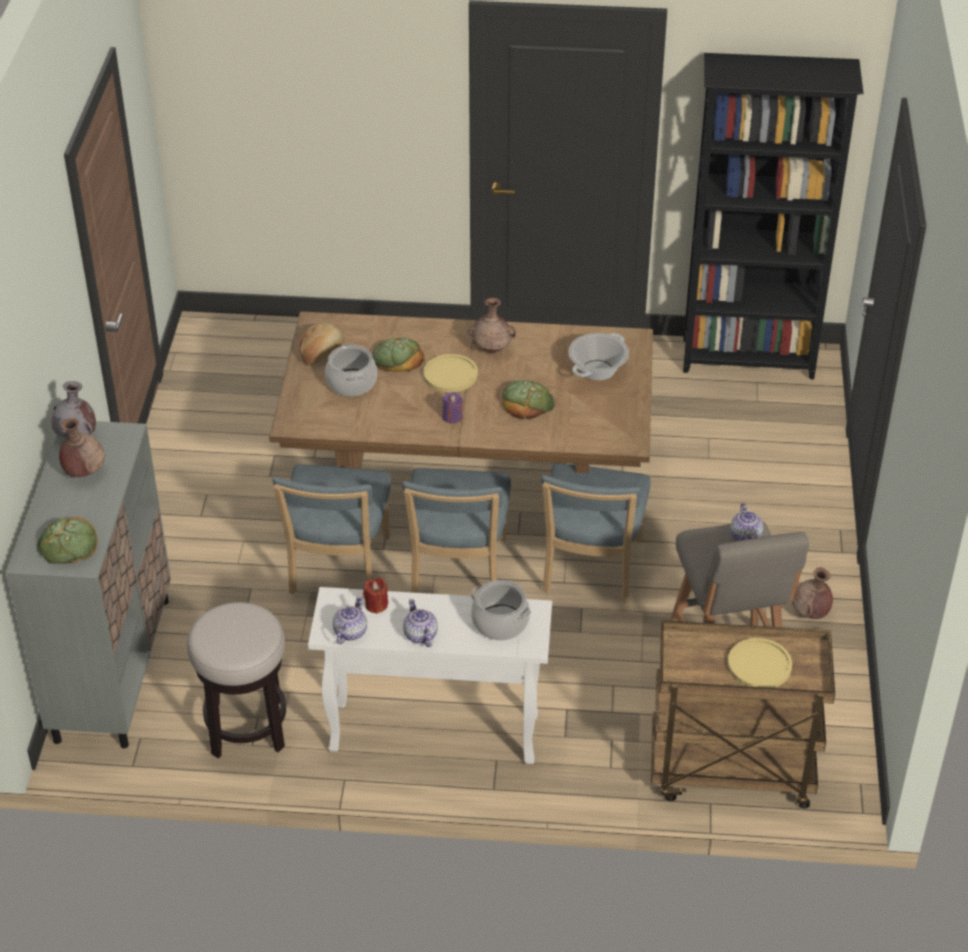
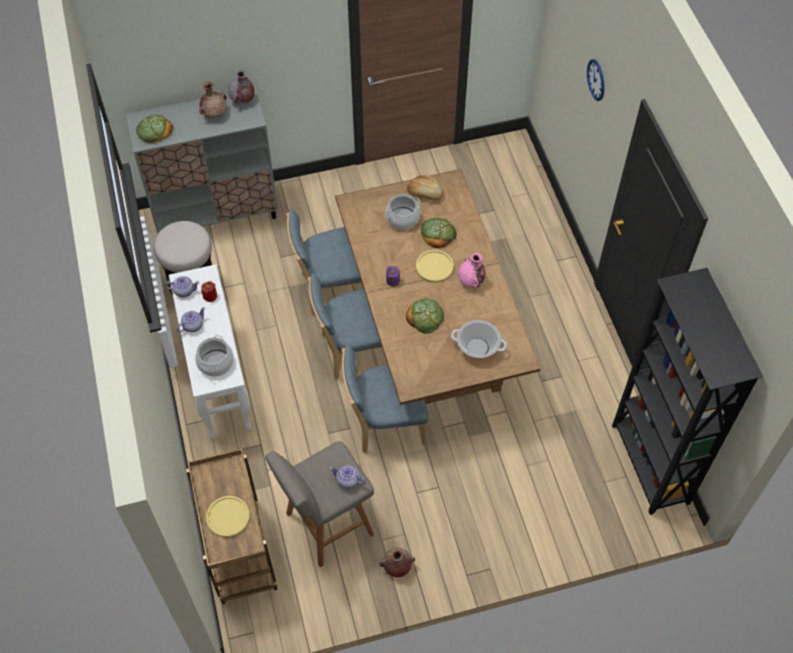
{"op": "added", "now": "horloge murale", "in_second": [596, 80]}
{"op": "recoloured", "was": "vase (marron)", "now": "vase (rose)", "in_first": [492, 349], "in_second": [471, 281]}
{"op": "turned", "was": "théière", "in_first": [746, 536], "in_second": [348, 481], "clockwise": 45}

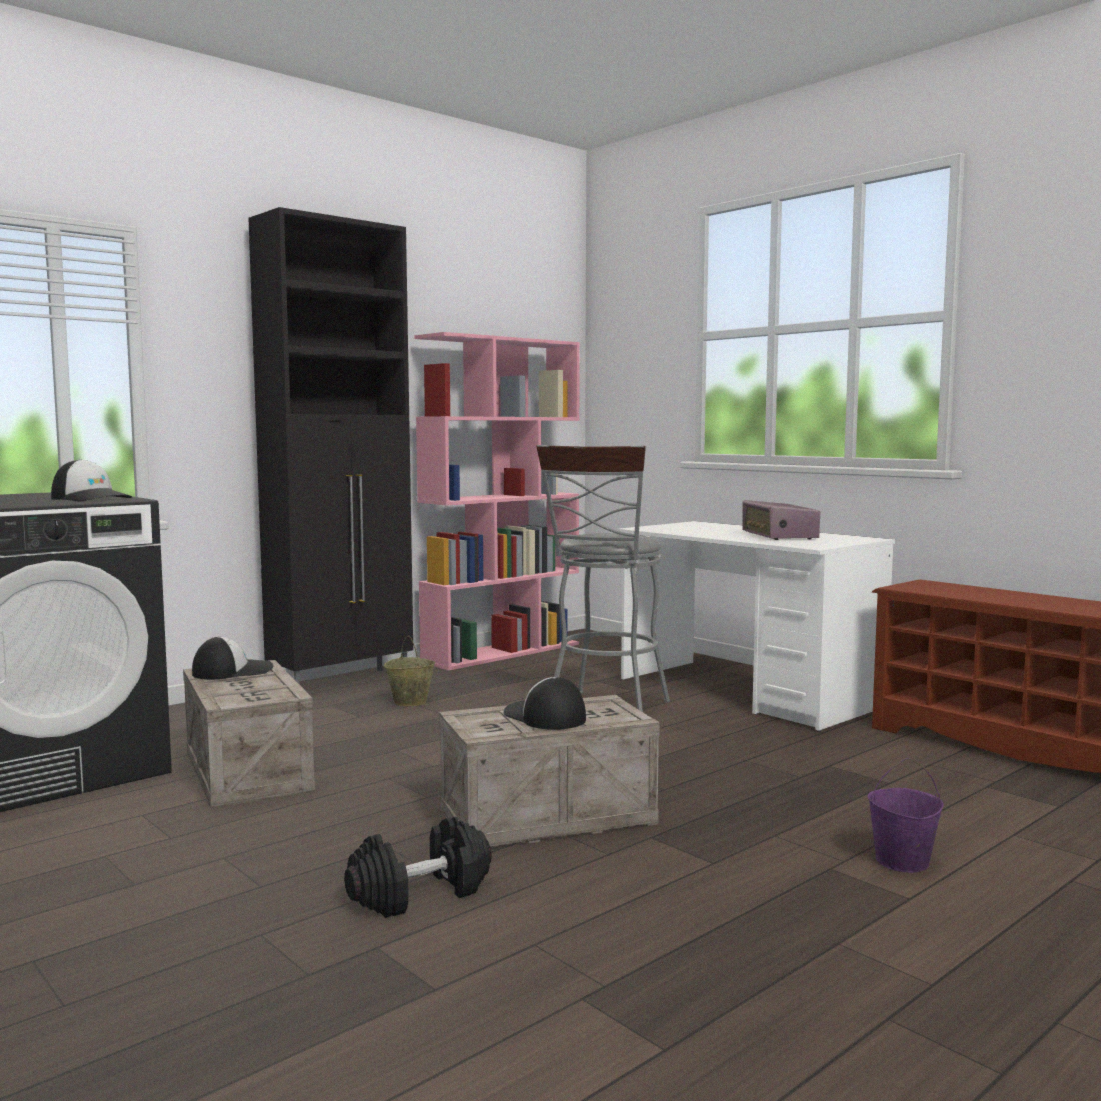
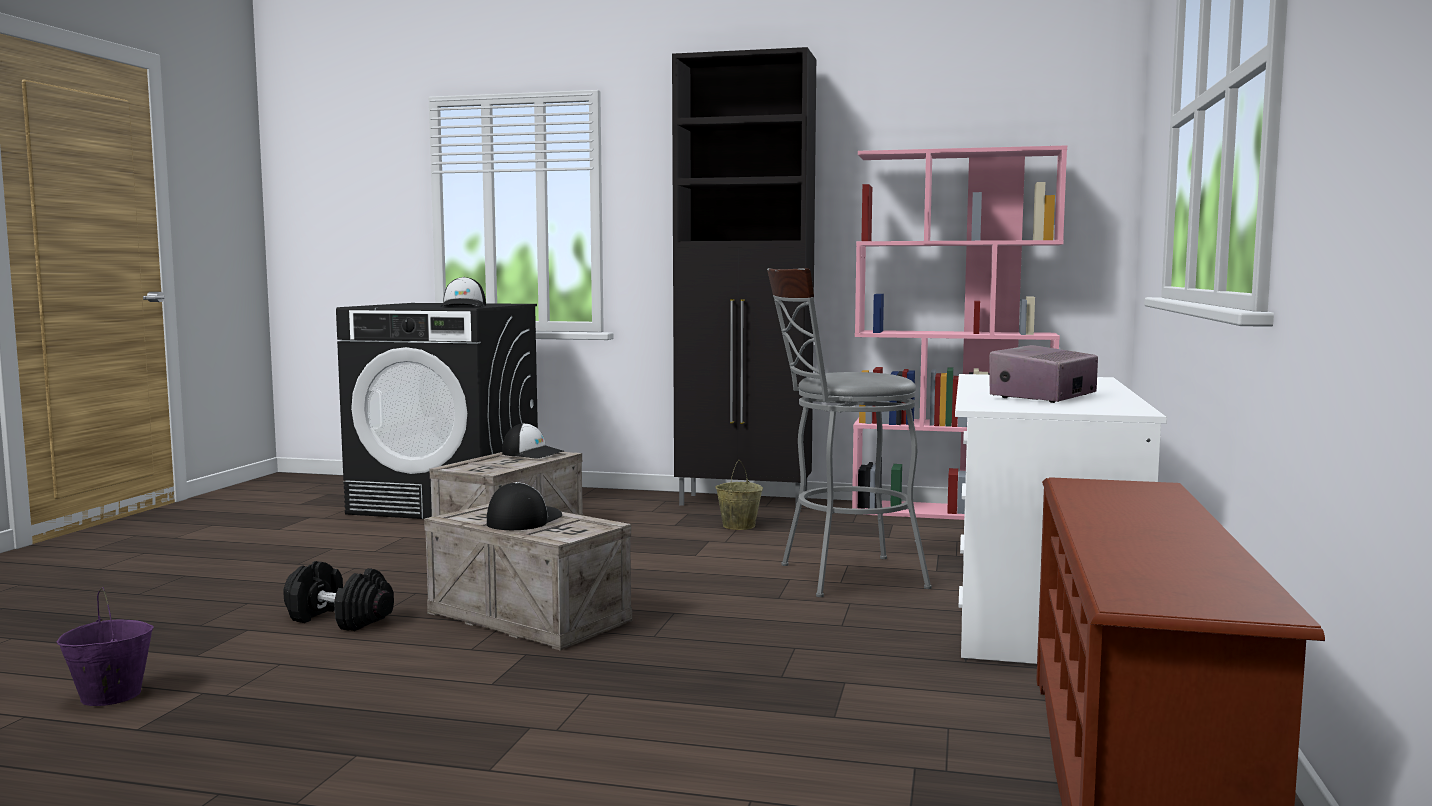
{"op": "moved", "was": "seau (violet)", "in_first": [902, 862], "in_second": [110, 696]}

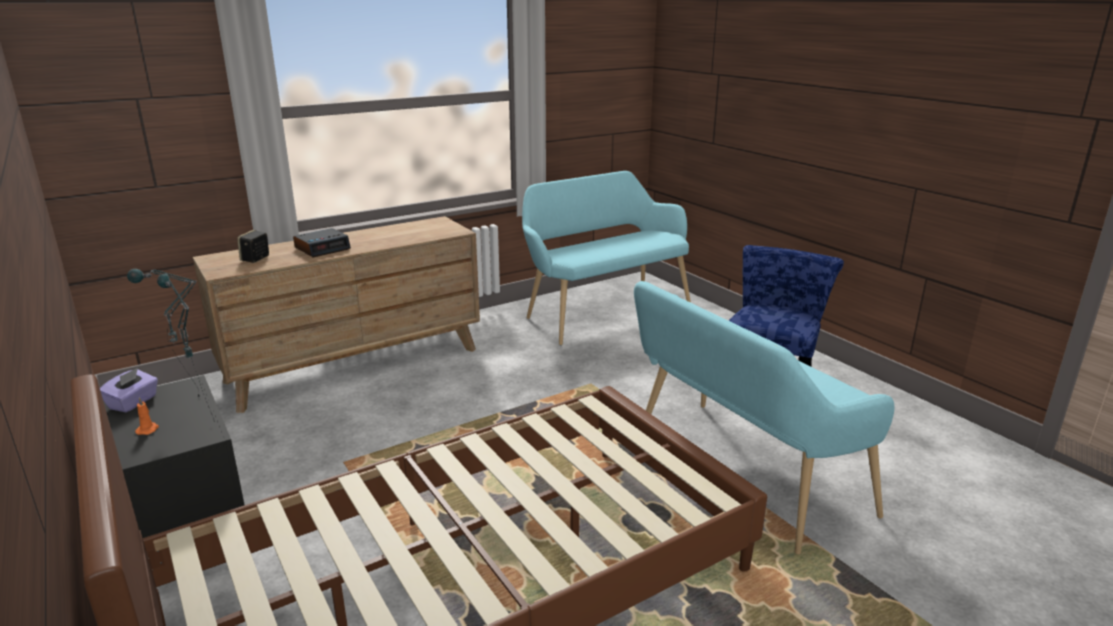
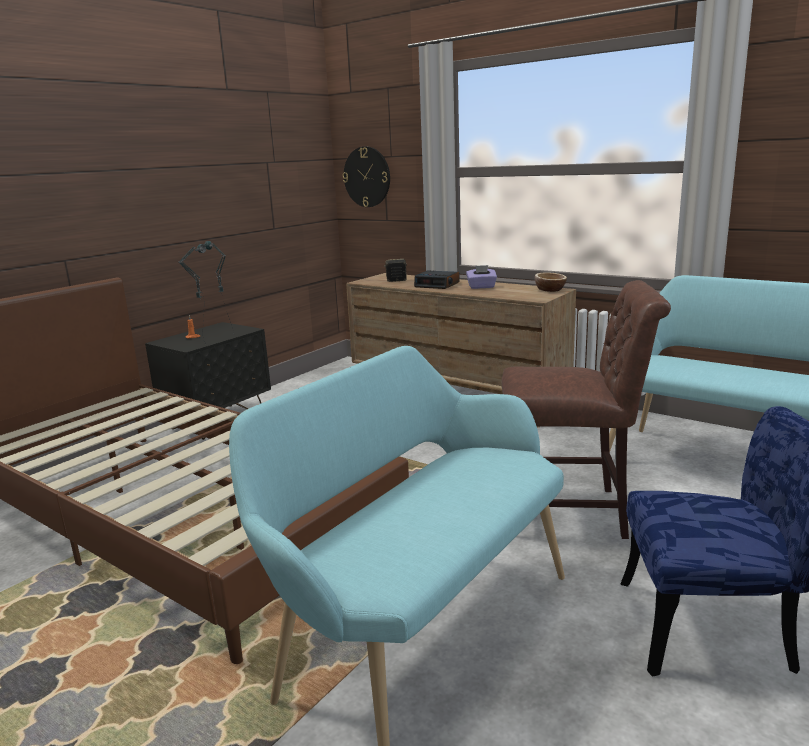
{"op": "added", "now": "horloge murale", "in_second": [367, 177]}
{"op": "added", "now": "chaise (marron)", "in_second": [571, 512]}
{"op": "added", "now": "bol", "in_second": [550, 290]}
{"op": "moved", "was": "boîte à mouchoirs (violet)", "in_first": [133, 402], "in_second": [481, 287]}

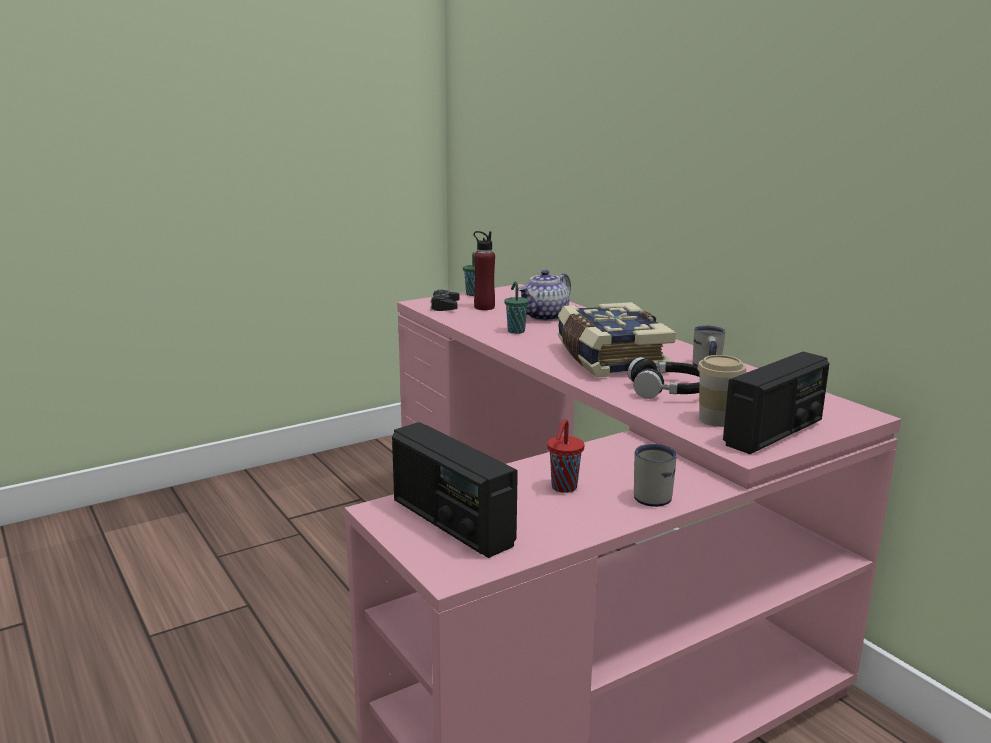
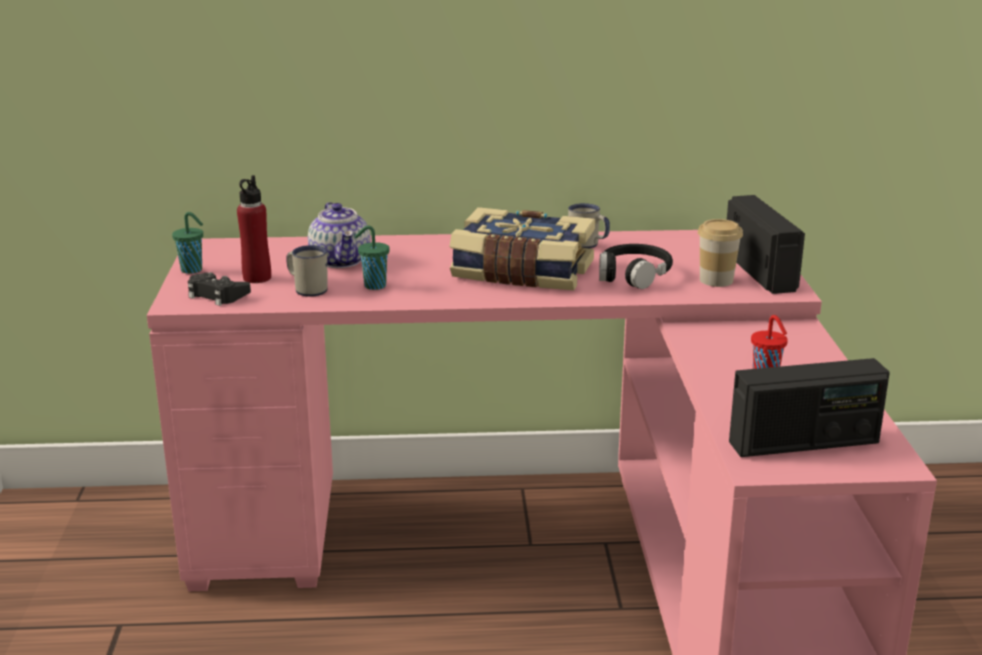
{"op": "moved", "was": "mug (blanc)", "in_first": [653, 495], "in_second": [307, 289]}

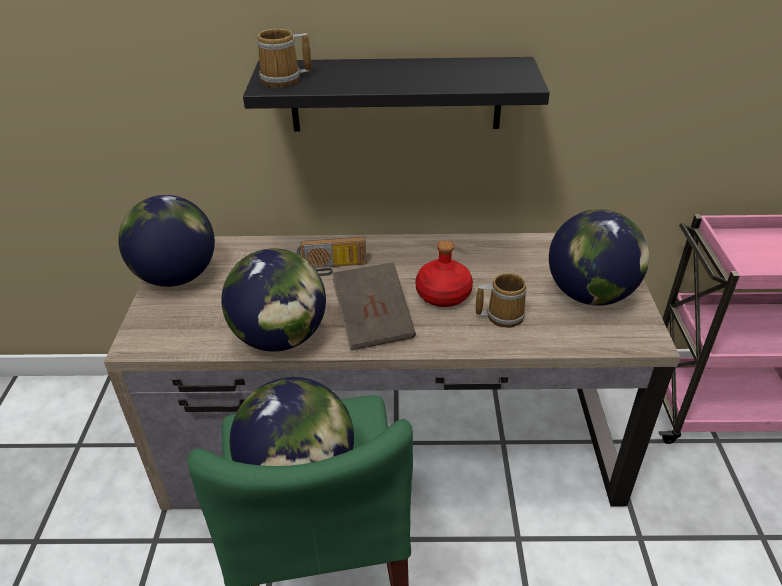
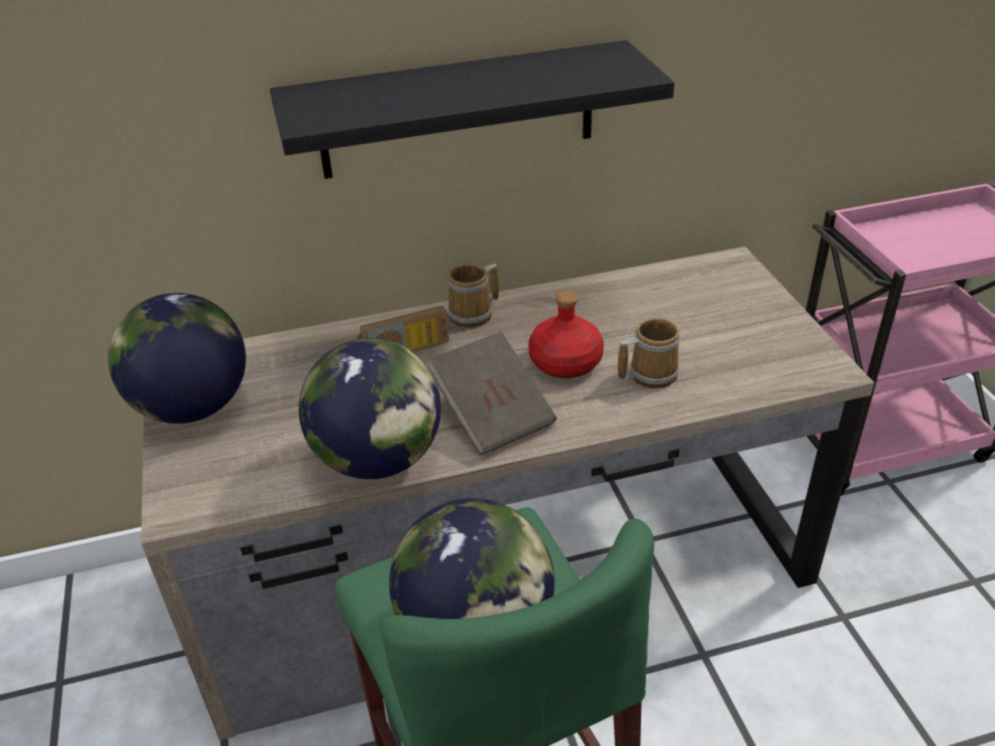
{"op": "removed", "was": "globe", "in_first": [590, 294]}
{"op": "moved", "was": "mug", "in_first": [284, 80], "in_second": [474, 314]}

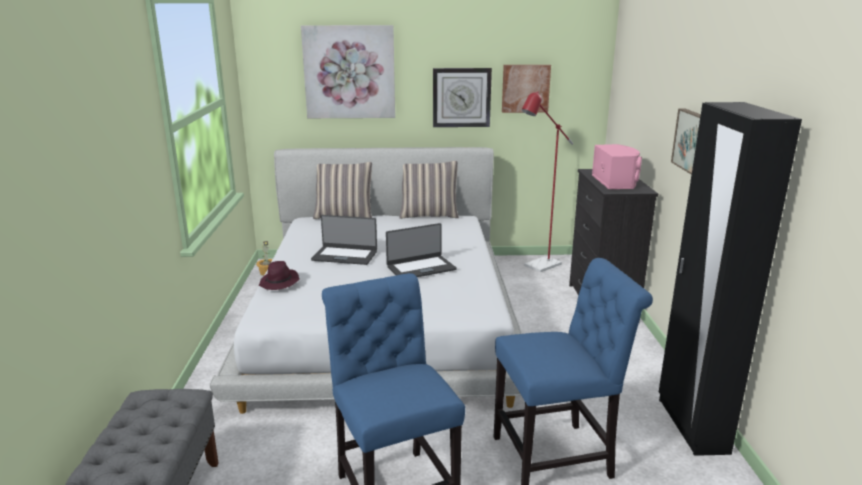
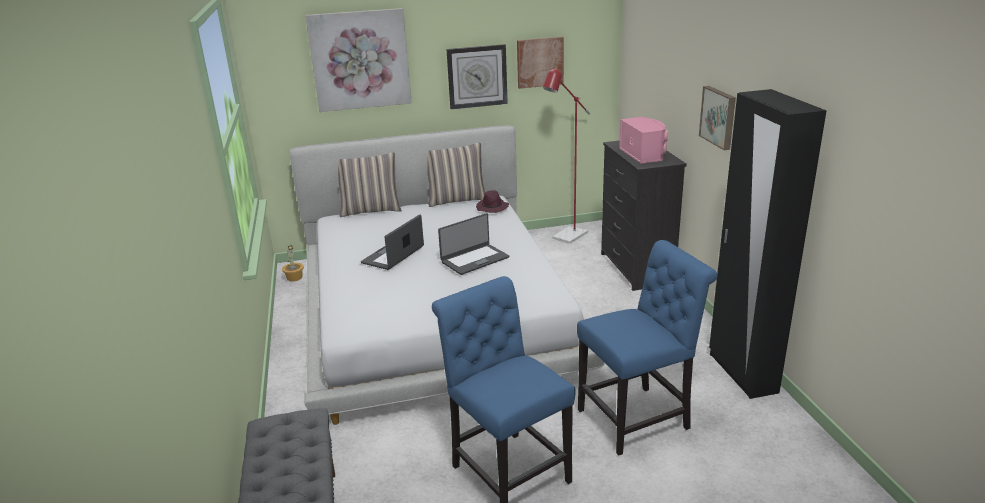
{"op": "moved", "was": "chapeau (violet)", "in_first": [279, 283], "in_second": [492, 208]}
{"op": "turned", "was": "ordinateur portable", "in_first": [345, 255], "in_second": [394, 255], "clockwise": 120}

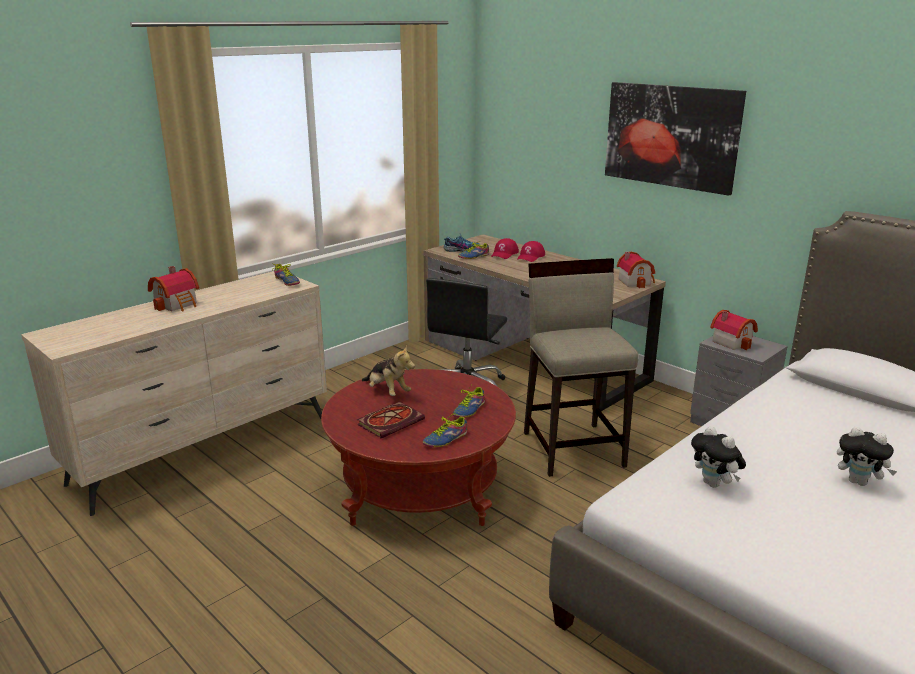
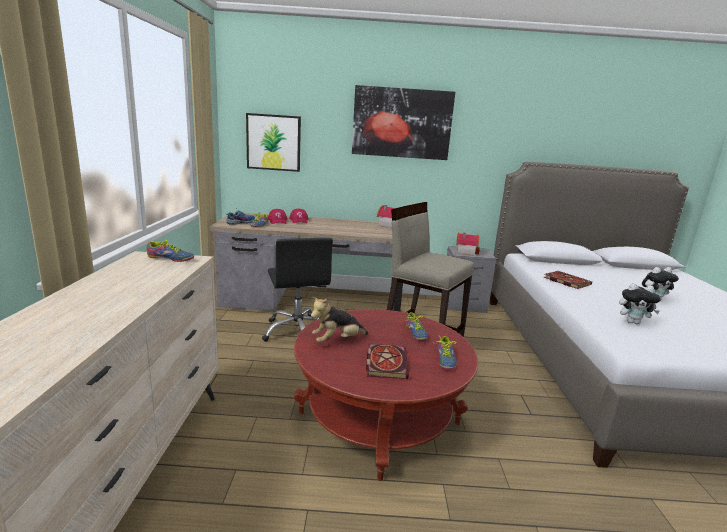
{"op": "removed", "was": "maison miniature", "in_first": [178, 304]}
{"op": "added", "now": "tableau", "in_second": [273, 142]}
{"op": "added", "now": "livre", "in_second": [565, 281]}
{"op": "turned", "was": "peluche", "in_first": [387, 392], "in_second": [337, 341], "clockwise": 150}

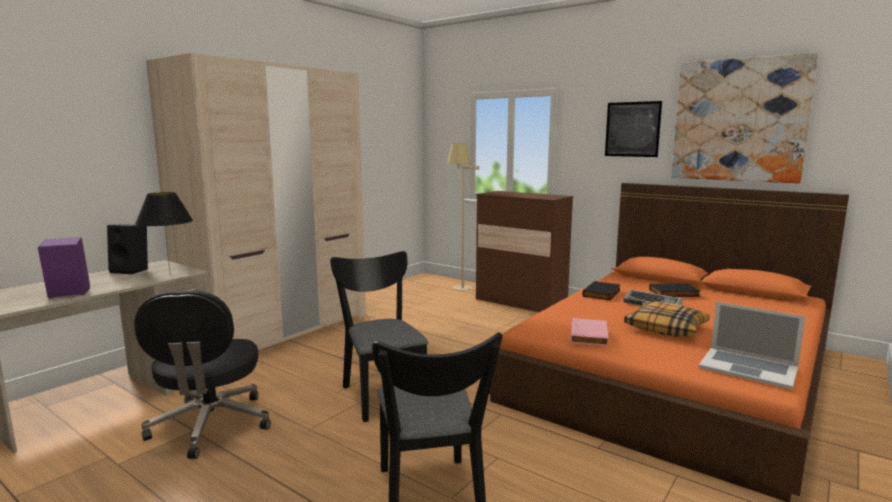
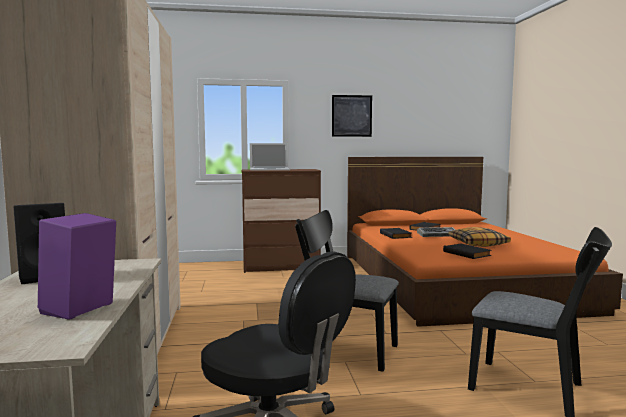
{"op": "removed", "was": "lampe de table (noir)", "in_first": [170, 274]}
{"op": "removed", "was": "lampadaire (beige)", "in_first": [460, 290]}
{"op": "removed", "was": "tableau", "in_first": [739, 120]}
{"op": "moved", "was": "ordinateur portable", "in_first": [748, 367], "in_second": [269, 169]}
{"op": "recoloured", "was": "livre (rose)", "now": "livre (noir)", "in_first": [590, 335], "in_second": [467, 253]}

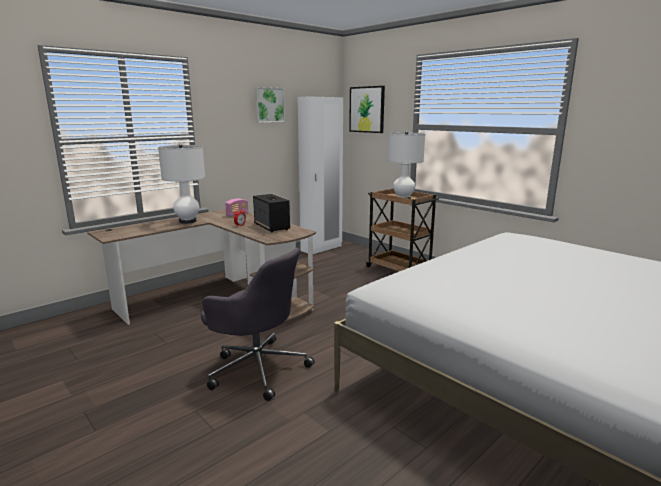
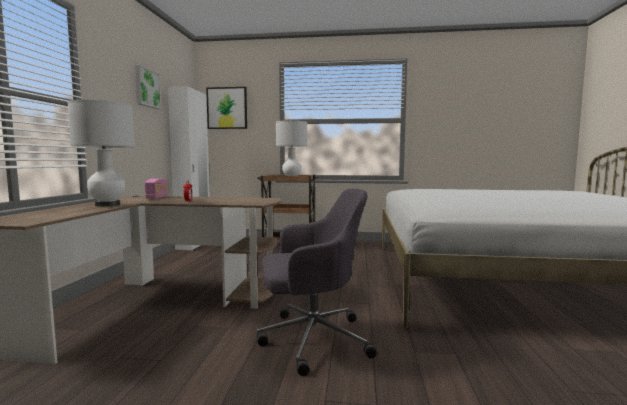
{"op": "removed", "was": "enceinte", "in_first": [272, 227]}

